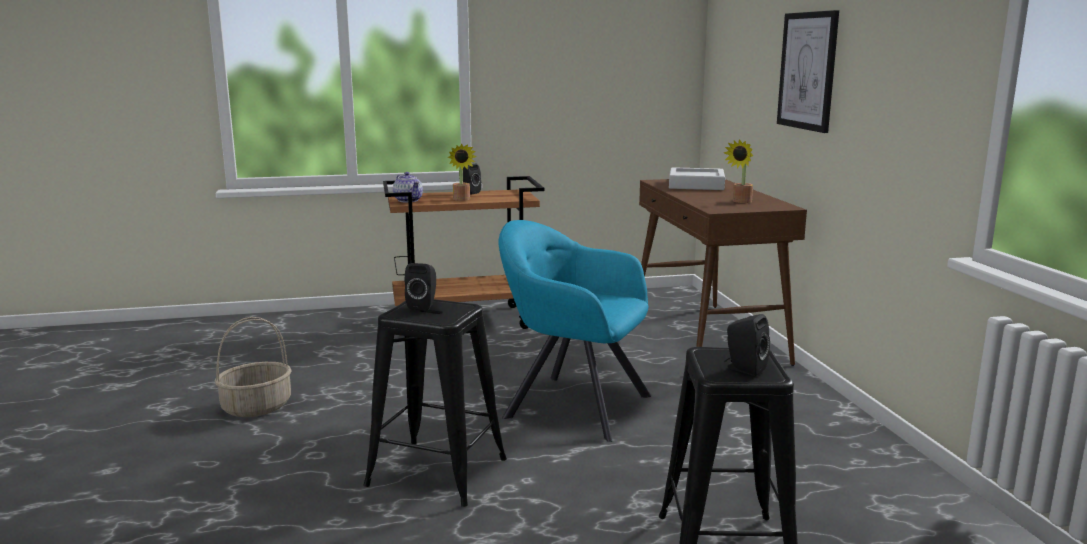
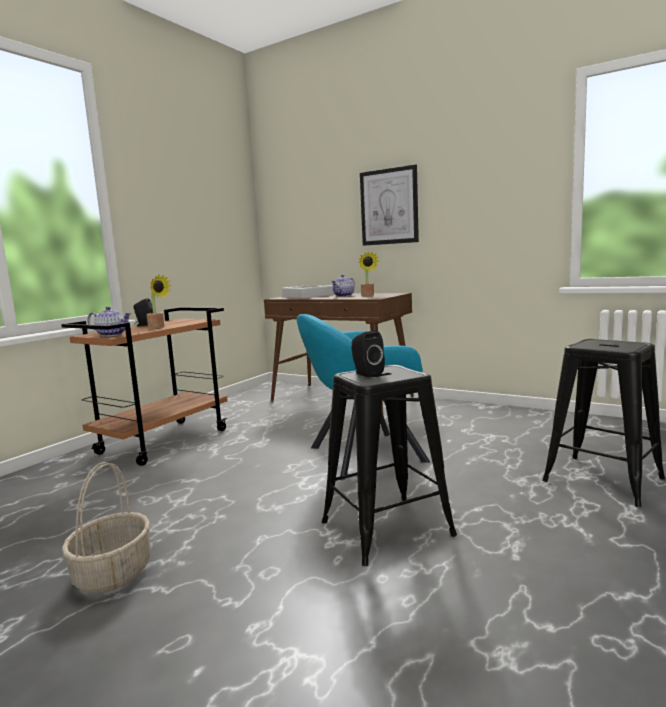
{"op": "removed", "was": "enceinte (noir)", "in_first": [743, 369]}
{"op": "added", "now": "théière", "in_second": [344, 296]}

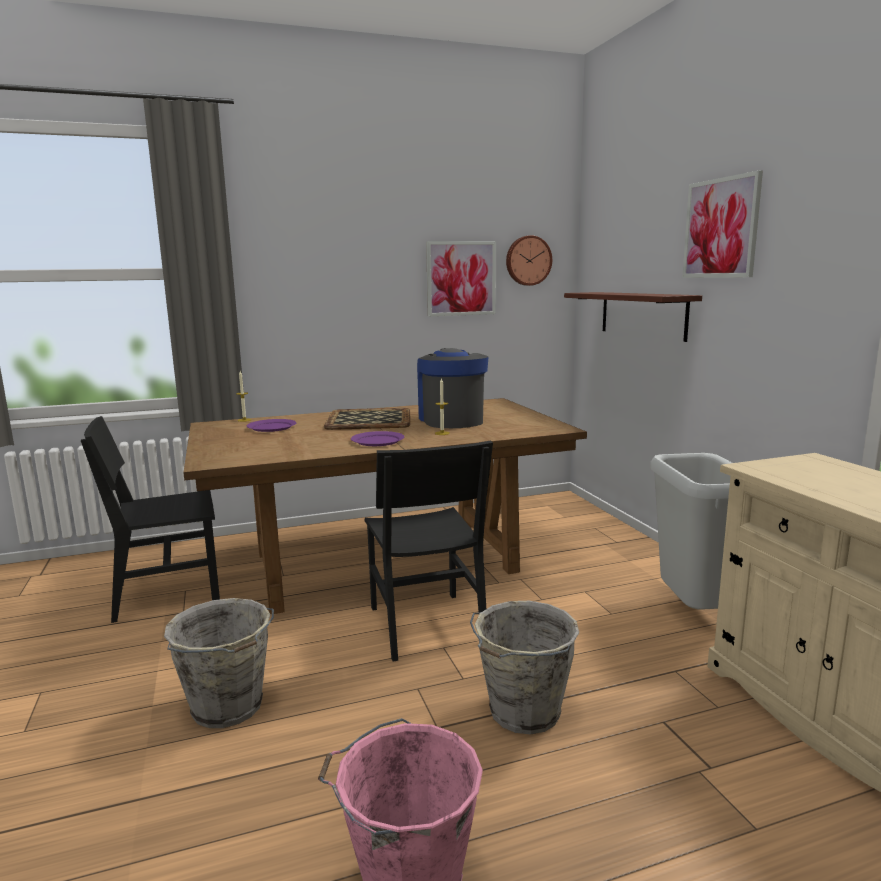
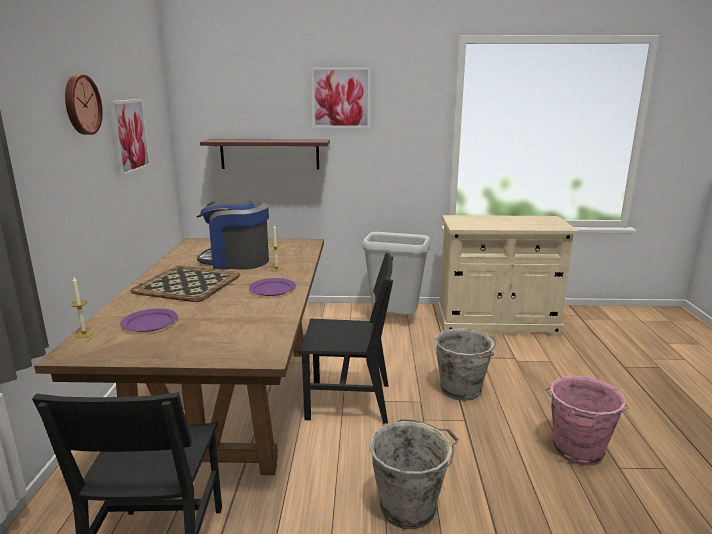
{"op": "moved", "was": "horloge murale", "in_first": [528, 260], "in_second": [81, 105]}

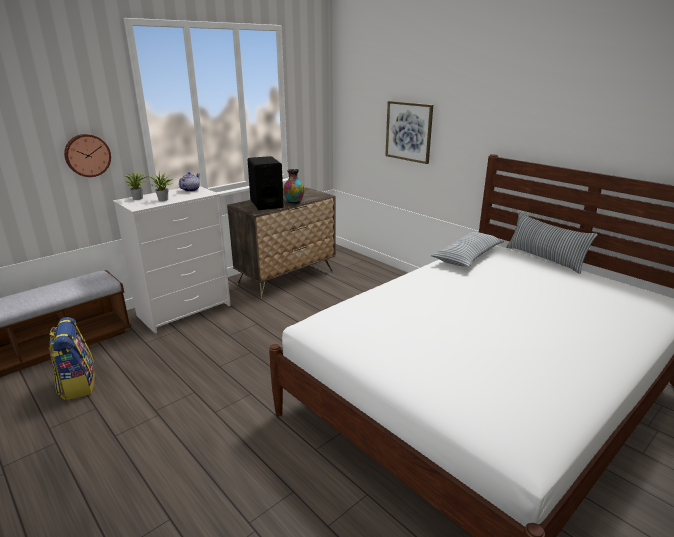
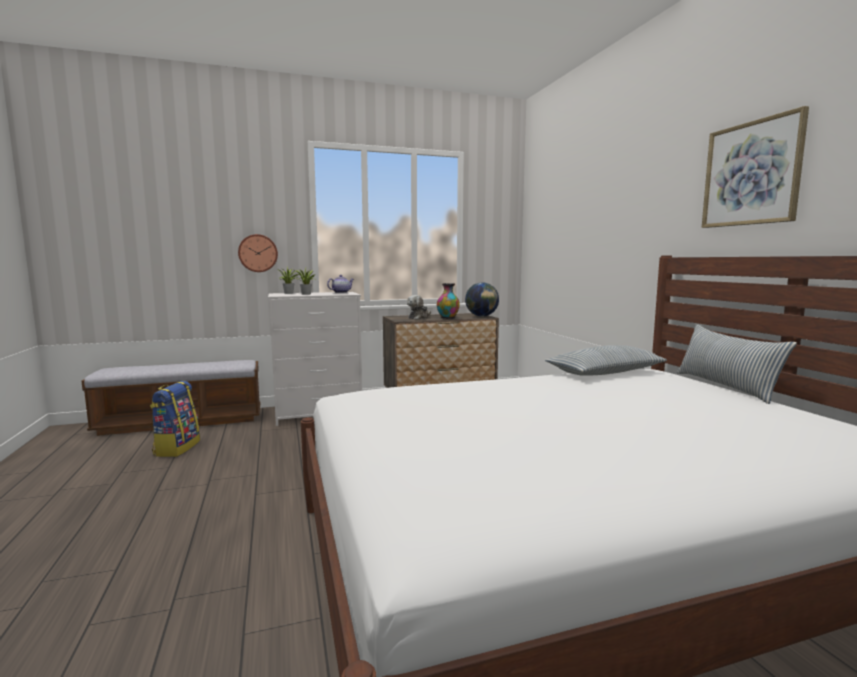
{"op": "added", "now": "globe", "in_second": [481, 316]}
{"op": "moved", "was": "tableau", "in_first": [409, 131], "in_second": [751, 174]}
{"op": "replaced", "was": "enceinte (noir)", "now": "peluche", "in_first": [266, 204], "in_second": [419, 317]}

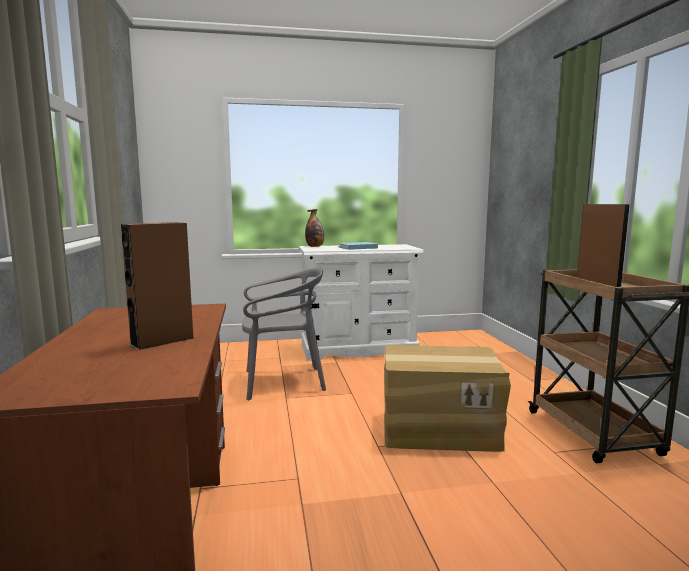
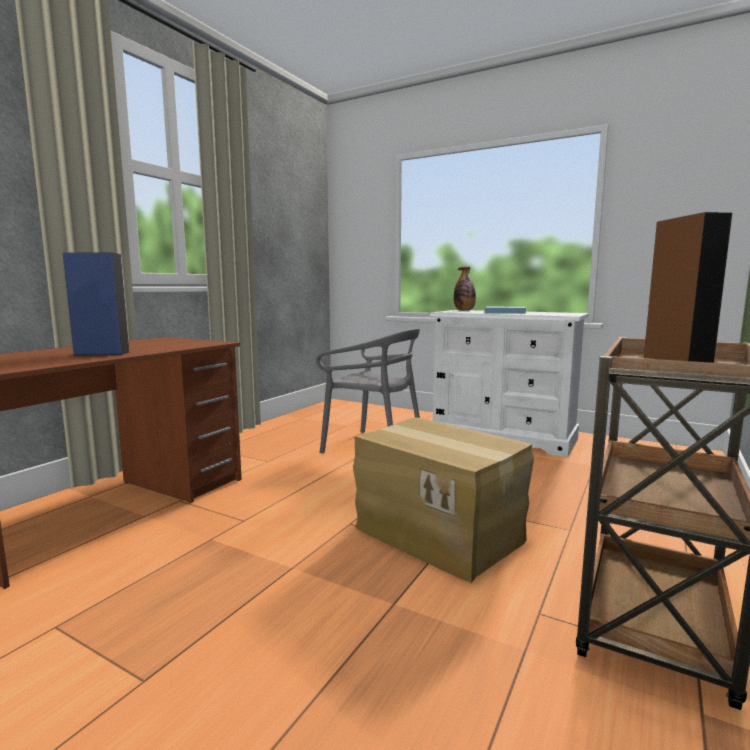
{"op": "recoloured", "was": "enceinte (marron)", "now": "enceinte (bleu)", "in_first": [162, 341], "in_second": [102, 353]}

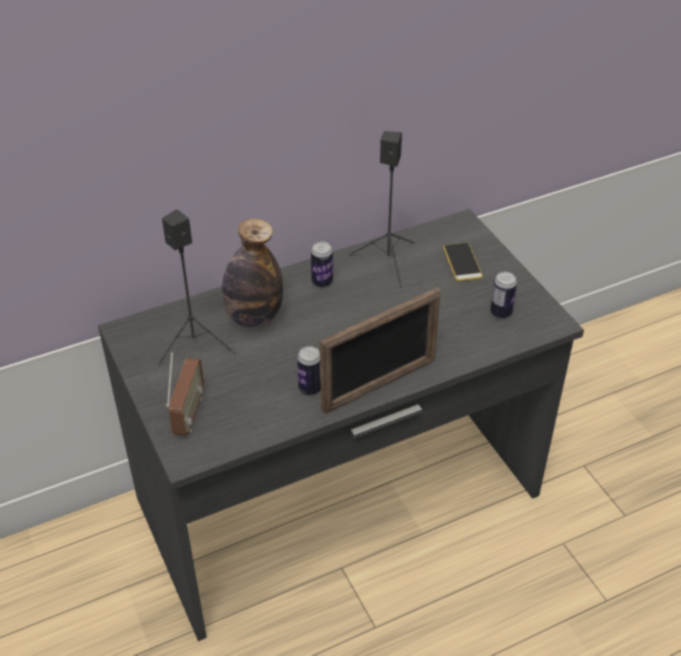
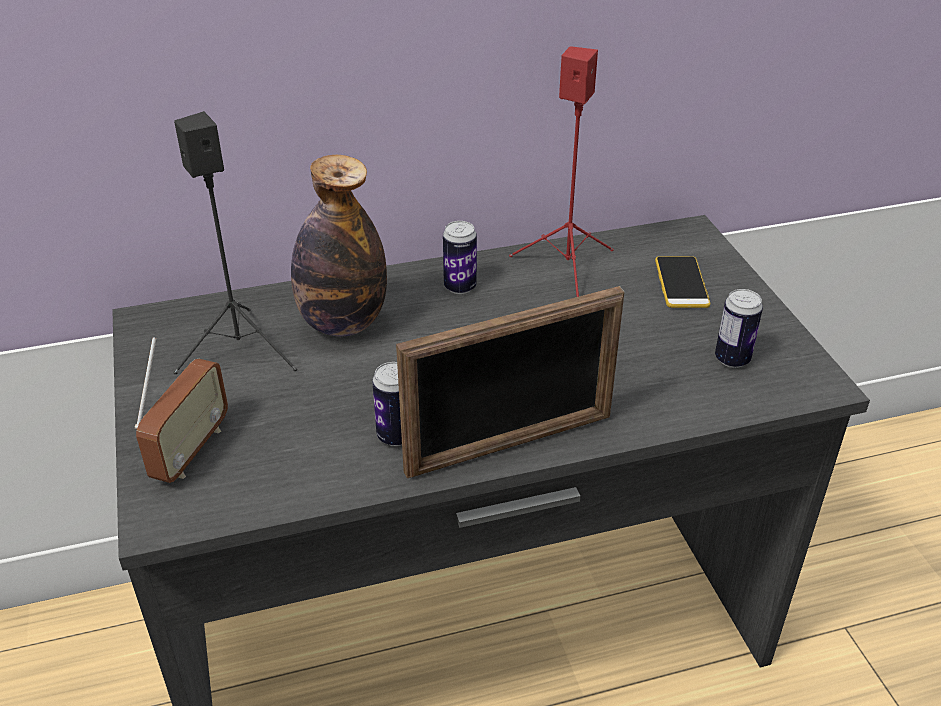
{"op": "recoloured", "was": "enceinte (noir)", "now": "enceinte (rouge)", "in_first": [388, 260], "in_second": [567, 269]}

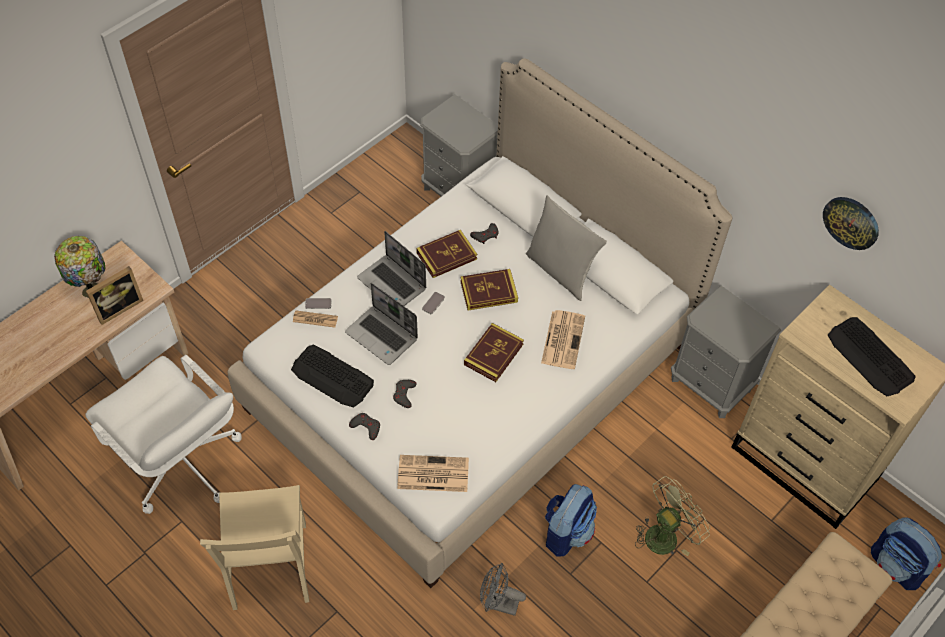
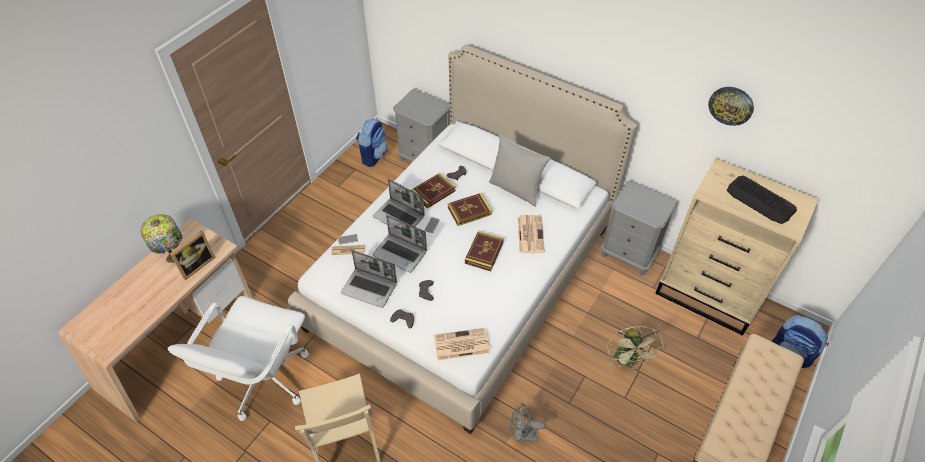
{"op": "moved", "was": "sac à dos", "in_first": [566, 531], "in_second": [373, 156]}
{"op": "replaced", "was": "clavier", "now": "ordinateur portable", "in_first": [332, 377], "in_second": [370, 288]}
{"op": "turned", "was": "chaise de bureau (blanc)", "in_first": [182, 465], "in_second": [263, 379], "clockwise": 75}
{"op": "turned", "was": "ventilateur (vert)", "in_first": [666, 534], "in_second": [628, 361], "clockwise": 135}

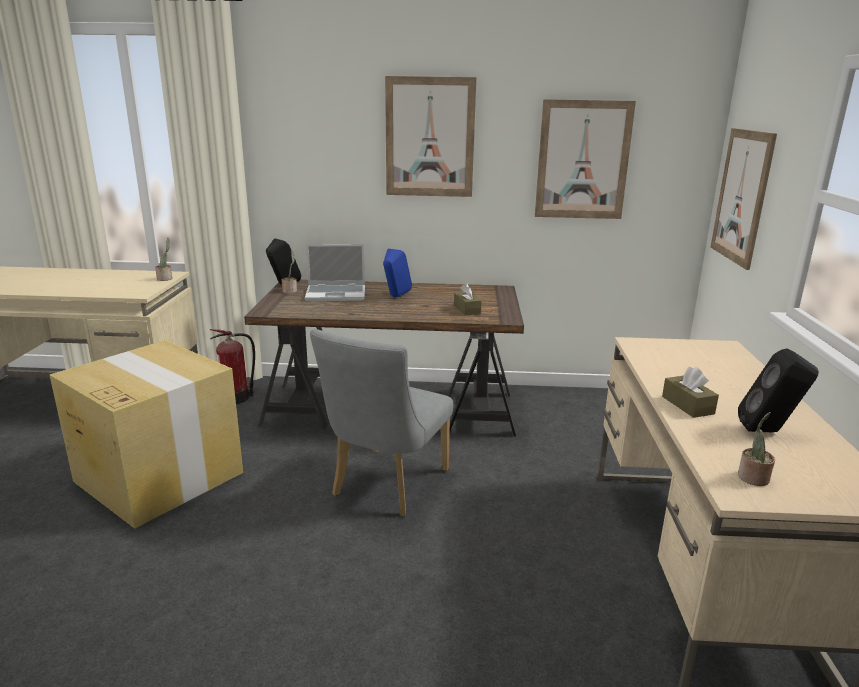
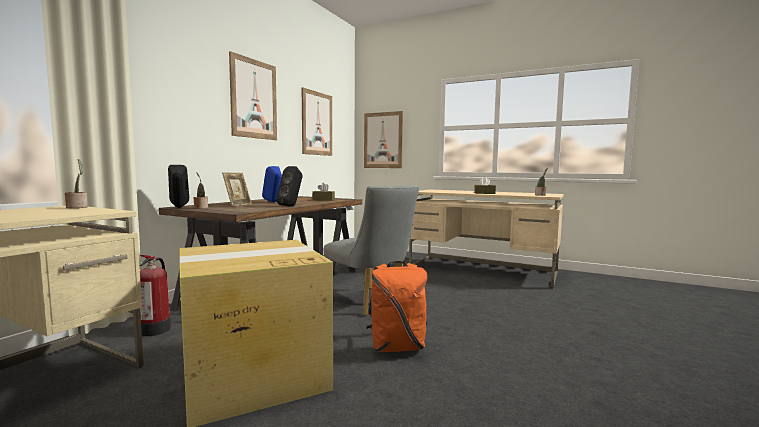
{"op": "added", "now": "sac à dos (orange)", "in_second": [397, 347]}
{"op": "moved", "was": "enceinte (noir)", "in_first": [769, 431], "in_second": [291, 206]}
{"op": "replaced", "was": "ordinateur portable", "now": "cadre photo", "in_first": [337, 294], "in_second": [238, 205]}

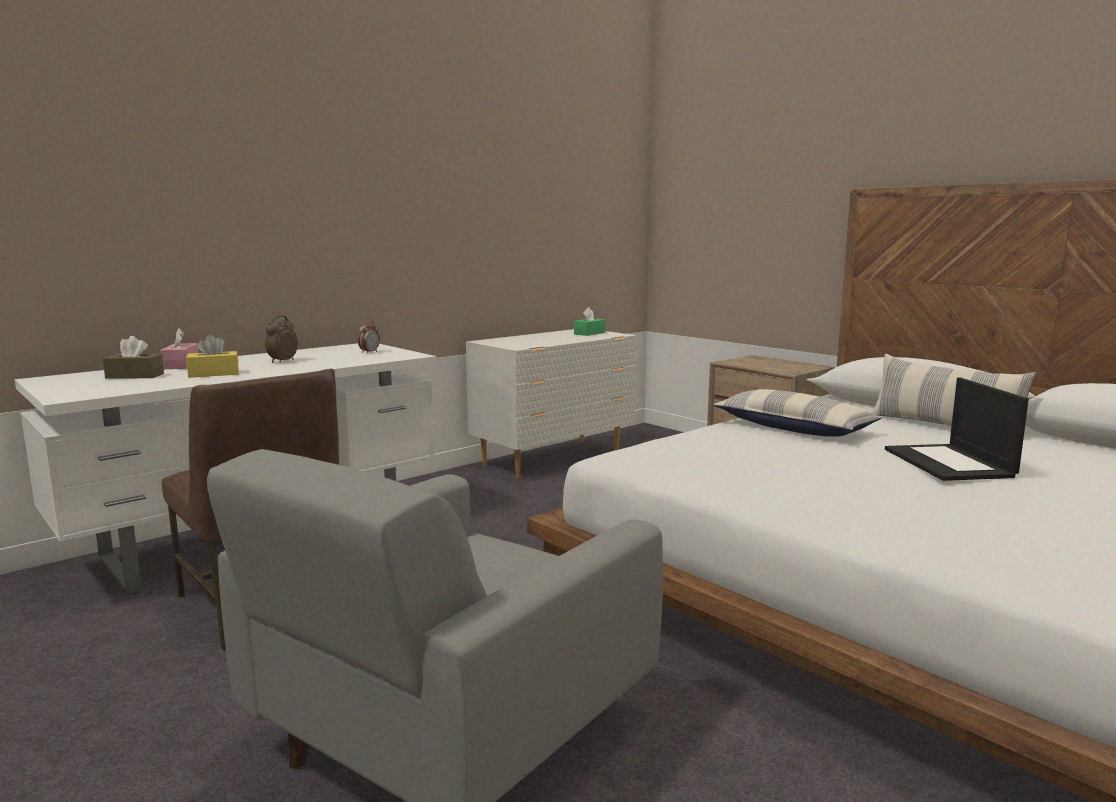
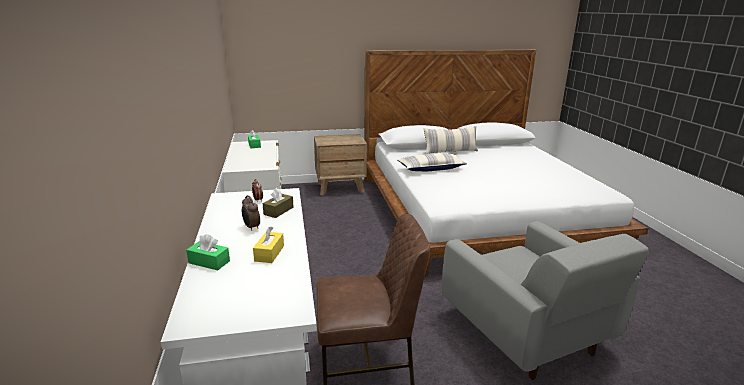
{"op": "removed", "was": "ordinateur portable", "in_first": [950, 463]}
{"op": "moved", "was": "boîte à mouchoirs (marron)", "in_first": [135, 376], "in_second": [278, 211]}
{"op": "recoloured", "was": "boîte à mouchoirs (rose)", "now": "boîte à mouchoirs (vert)", "in_first": [181, 365], "in_second": [209, 262]}

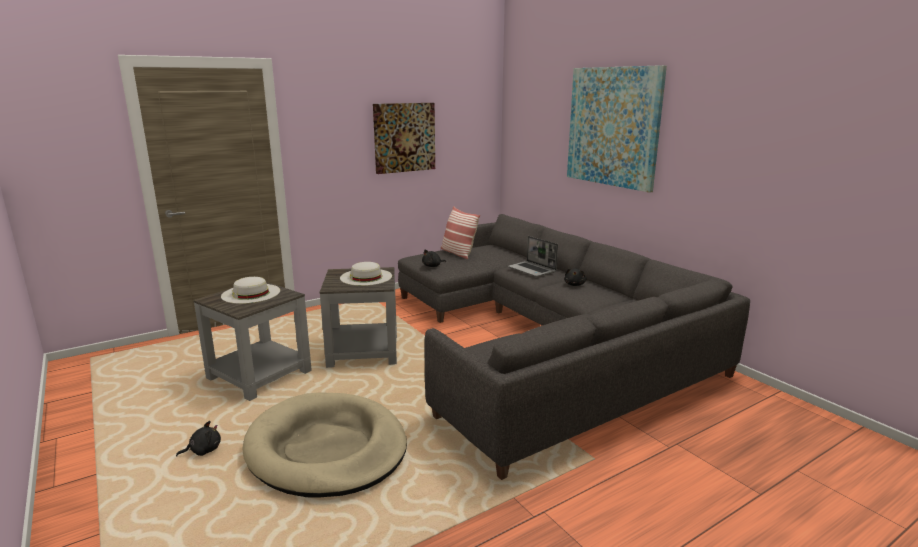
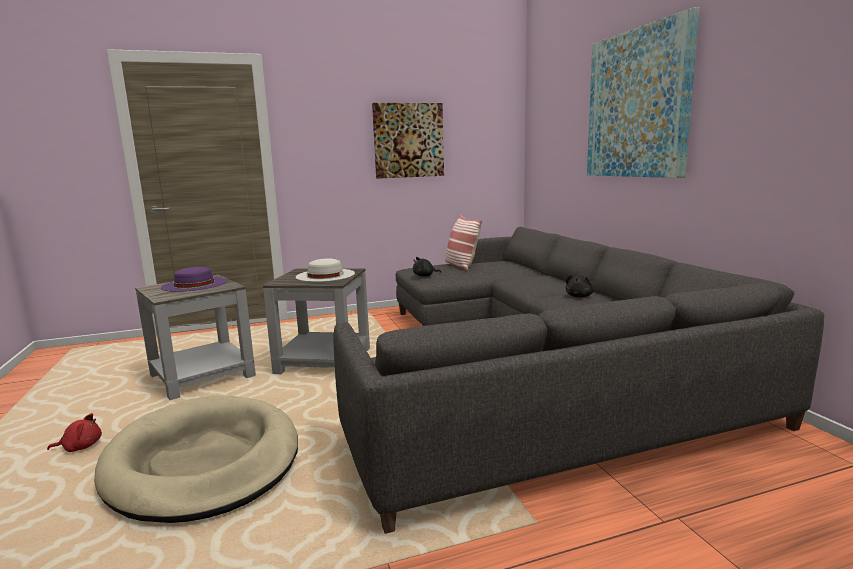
{"op": "removed", "was": "ordinateur portable", "in_first": [532, 270]}
{"op": "recoloured", "was": "peluche (noir)", "now": "peluche (rouge)", "in_first": [203, 450], "in_second": [80, 447]}
{"op": "recoloured", "was": "chapeau (blanc)", "now": "chapeau (violet)", "in_first": [251, 293], "in_second": [194, 284]}

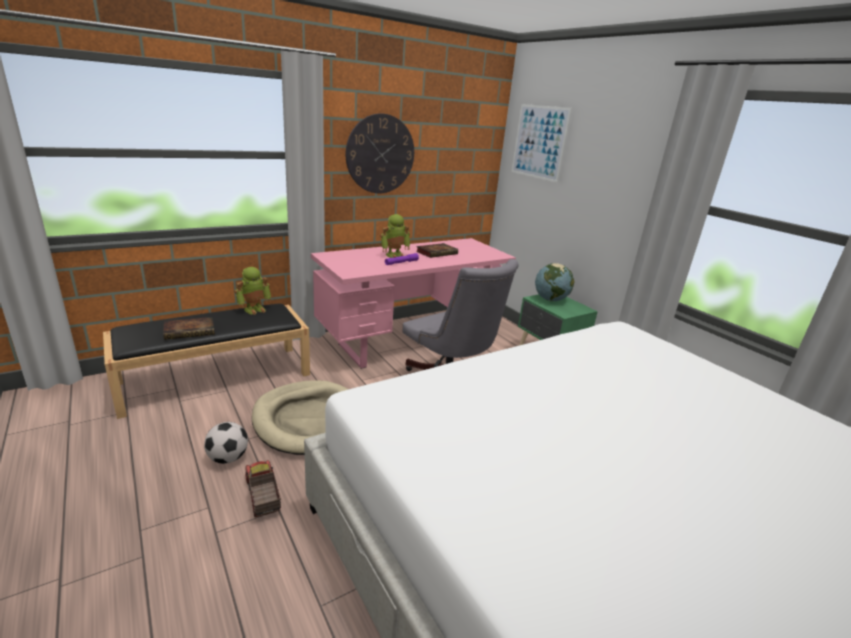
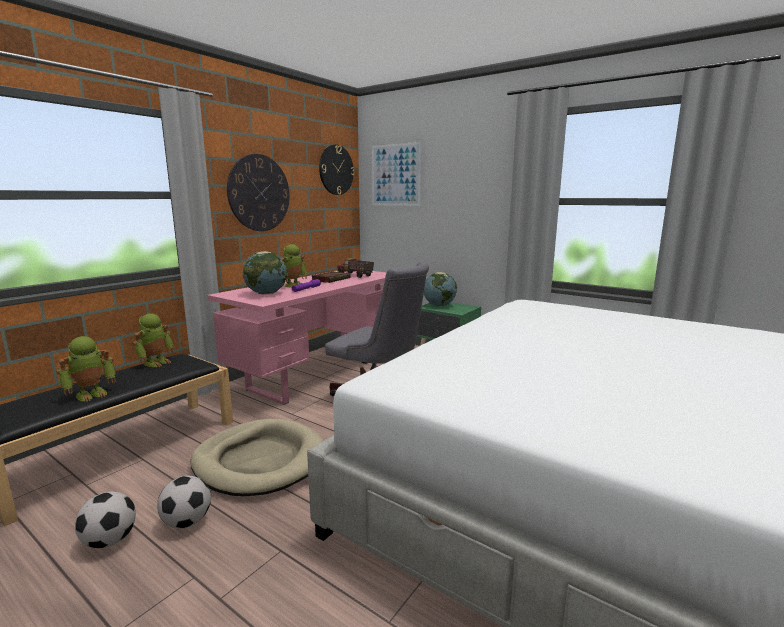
{"op": "added", "now": "ballon de foot", "in_second": [110, 541]}
{"op": "added", "now": "globe", "in_second": [266, 293]}
{"op": "added", "now": "horloge murale", "in_second": [336, 170]}
{"op": "moved", "was": "camion jouet", "in_first": [262, 497], "in_second": [355, 275]}
{"op": "replaced", "was": "livre", "now": "robot jouet", "in_first": [191, 331], "in_second": [91, 394]}

